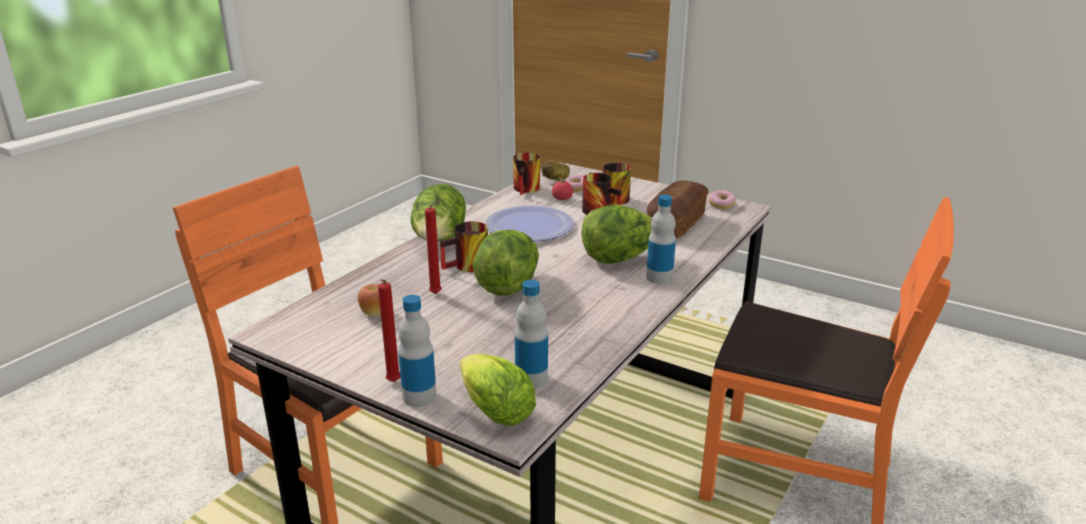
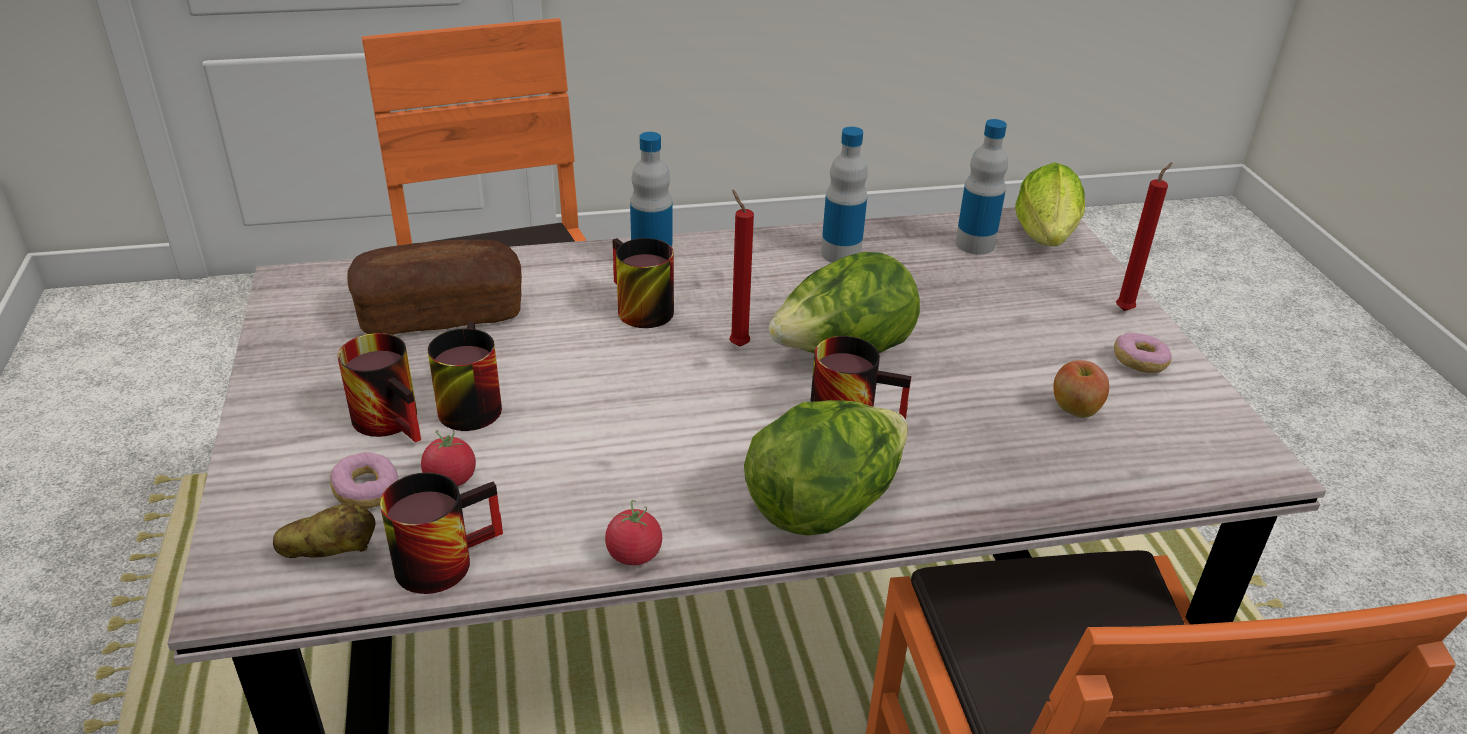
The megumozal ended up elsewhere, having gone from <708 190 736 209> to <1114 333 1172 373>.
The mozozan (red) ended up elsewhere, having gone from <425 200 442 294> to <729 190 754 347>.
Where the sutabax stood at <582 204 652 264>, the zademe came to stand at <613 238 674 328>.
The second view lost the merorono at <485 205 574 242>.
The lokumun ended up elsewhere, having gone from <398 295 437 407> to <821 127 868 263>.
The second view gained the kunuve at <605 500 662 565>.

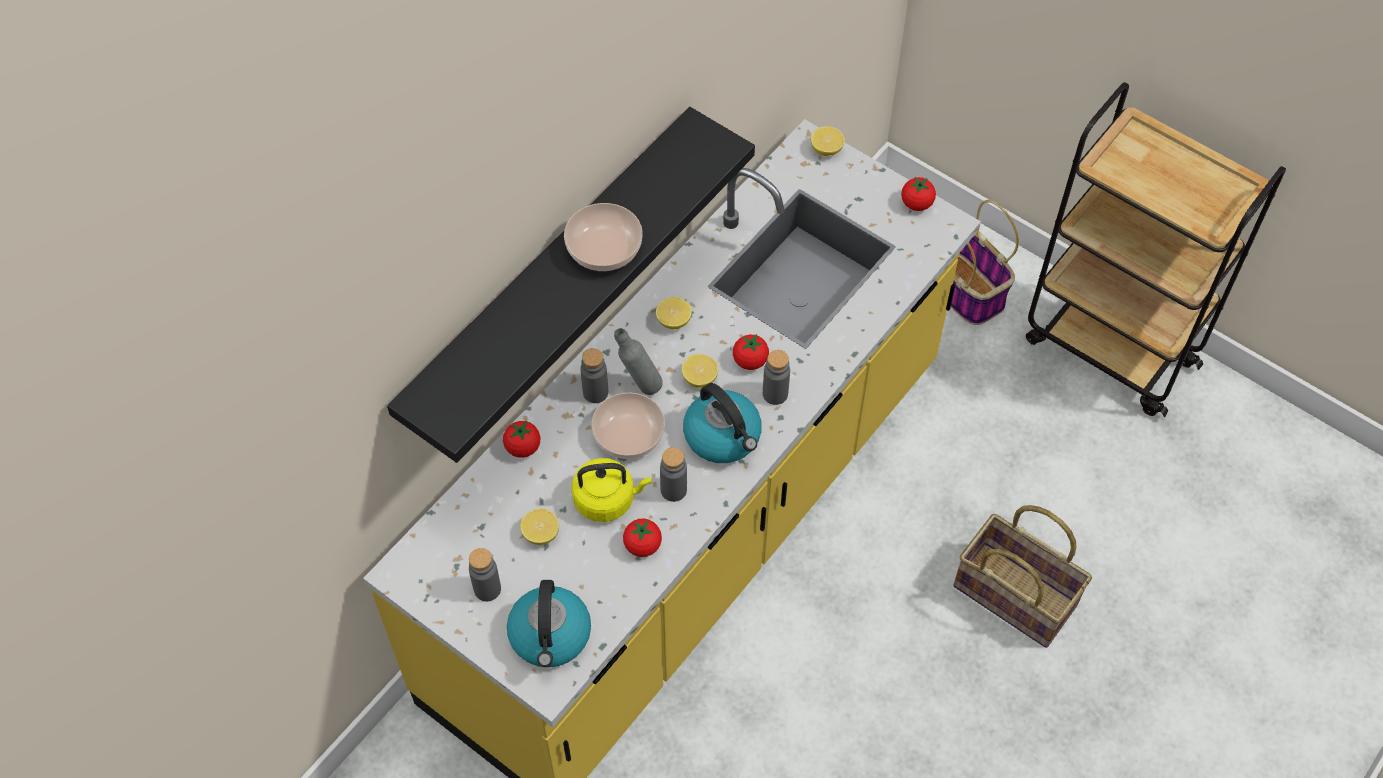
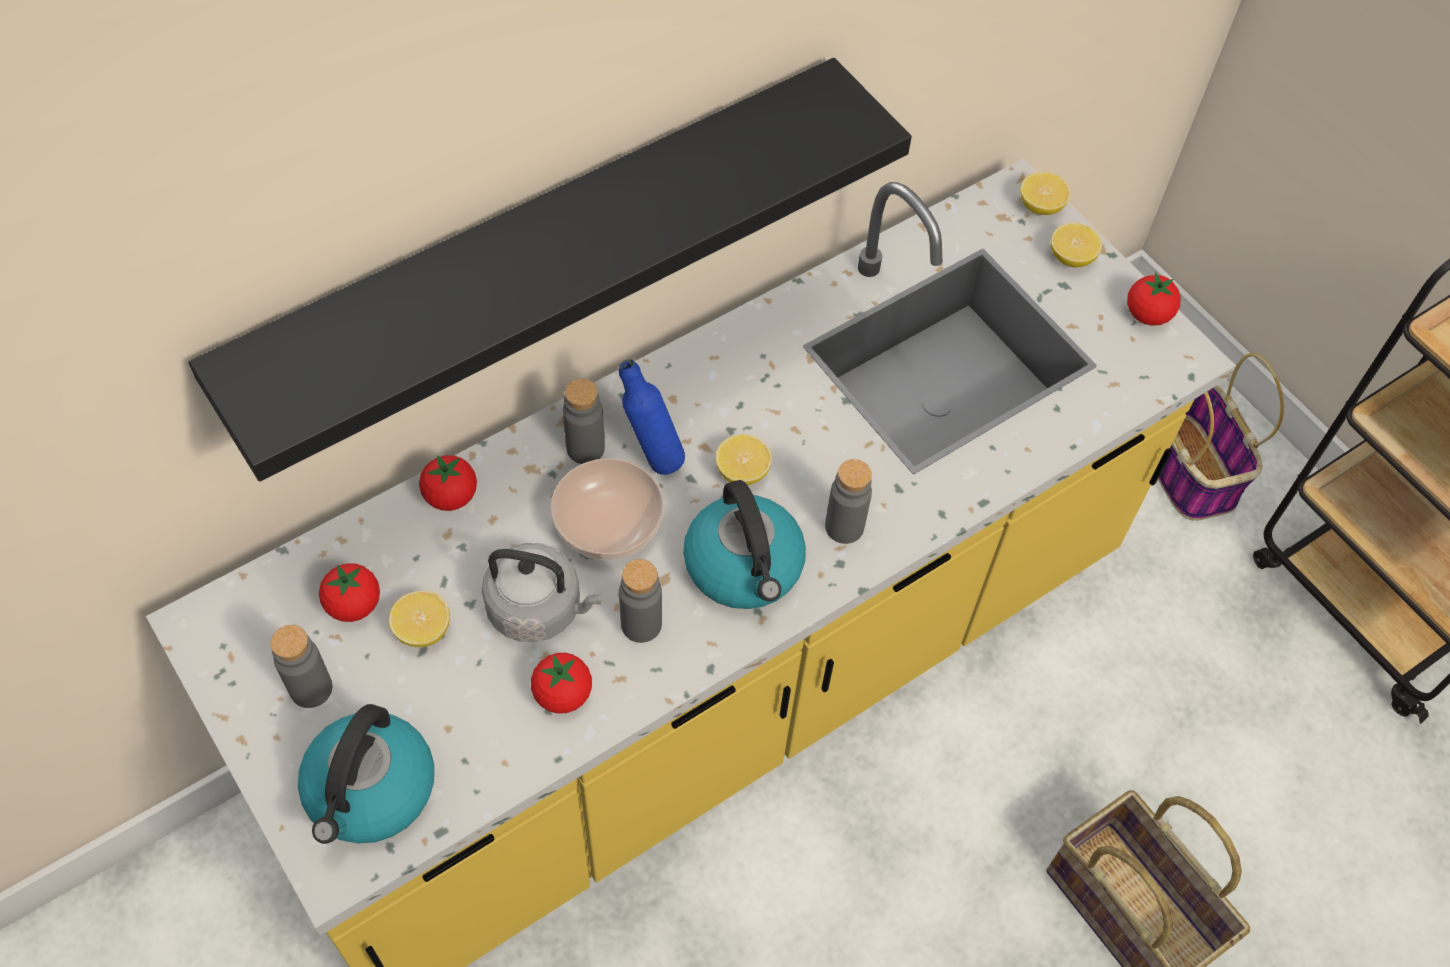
The second view lost the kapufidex at <564 203 643 271>.
The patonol ended up elsewhere, having gone from <656 297 692 329> to <1051 223 1102 267>.
What was the lokumun (grey) at <614 328 663 395> turned into the lokumun (blue) at <619 359 685 475>.
The kunuve ended up elsewhere, having gone from <733 334 769 370> to <319 563 380 622>.
What was the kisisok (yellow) at <572 458 652 522> turned into the kisisok (grey) at <482 543 602 642>.

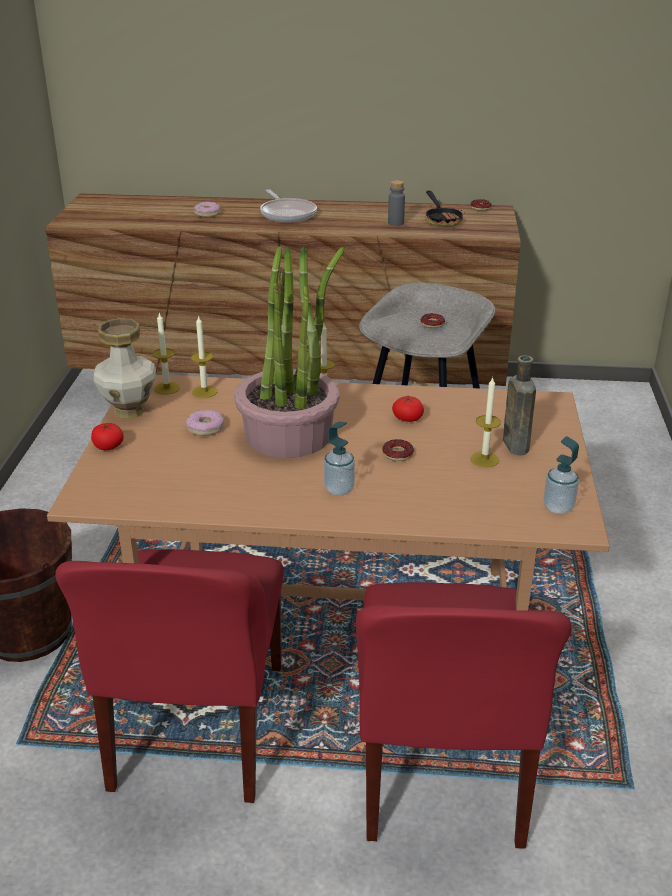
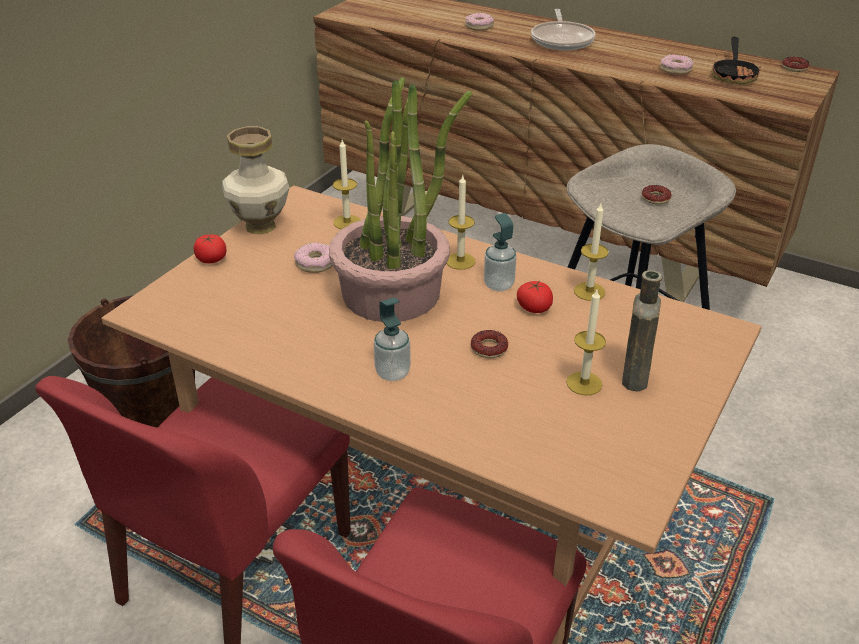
Where the lokumun (grey) stood at <388 180 405 226>, the megumozal came to stand at <660 54 694 75>.
The mozozan ended up elsewhere, having gone from <152 312 180 395> to <574 204 609 301>.
The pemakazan ended up elsewhere, having gone from <543 436 579 514> to <484 213 517 292>.

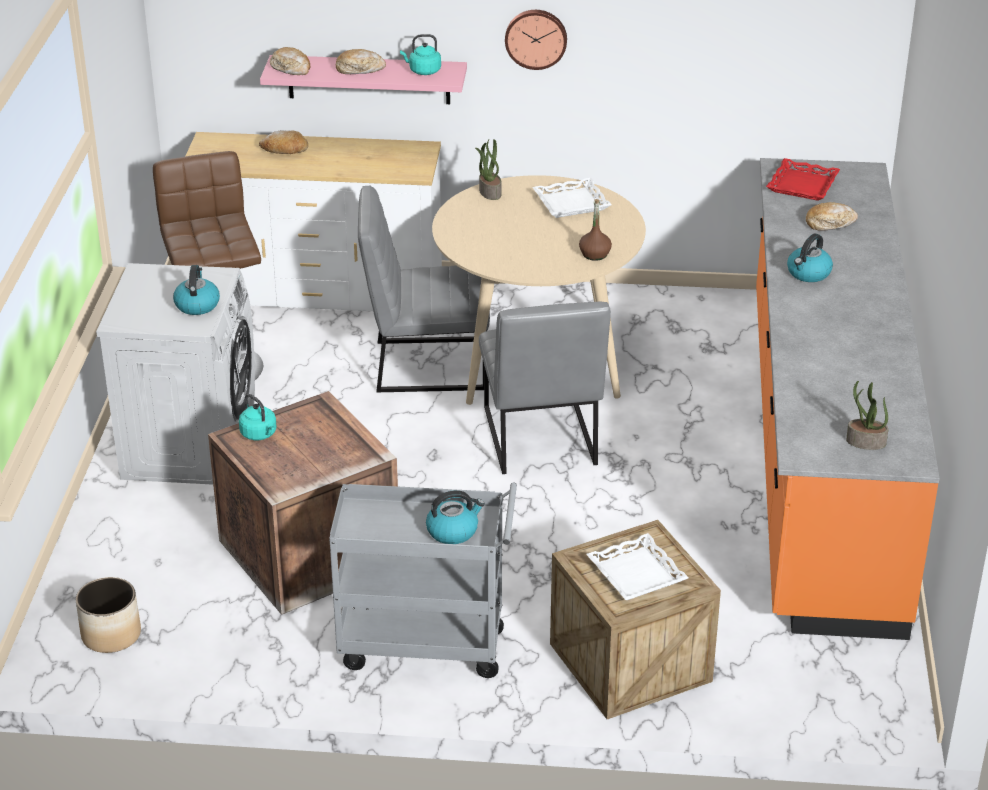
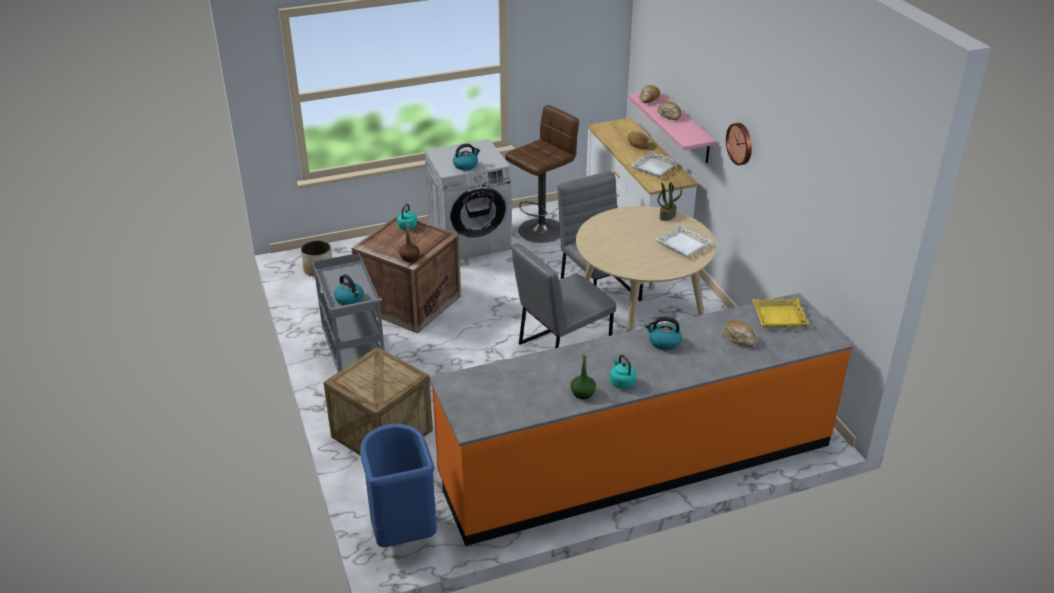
The kisisok (turquoise) ended up elsewhere, having gone from <400 34 441 75> to <610 355 636 389>.
What was the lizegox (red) at <766 158 840 201> turned into the lizegox (yellow) at <752 298 809 327>.
The lokumun (brown) ended up elsewhere, having gone from <579 199 612 261> to <399 224 420 262>.
The second view lost the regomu at <846 381 889 450>.
The lizegox (white) ended up elsewhere, having gone from <586 533 689 600> to <631 151 680 177>.
The second view gained the lokumun (green) at <570 353 596 399>.
The second view gained the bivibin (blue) at <360 423 437 548>.

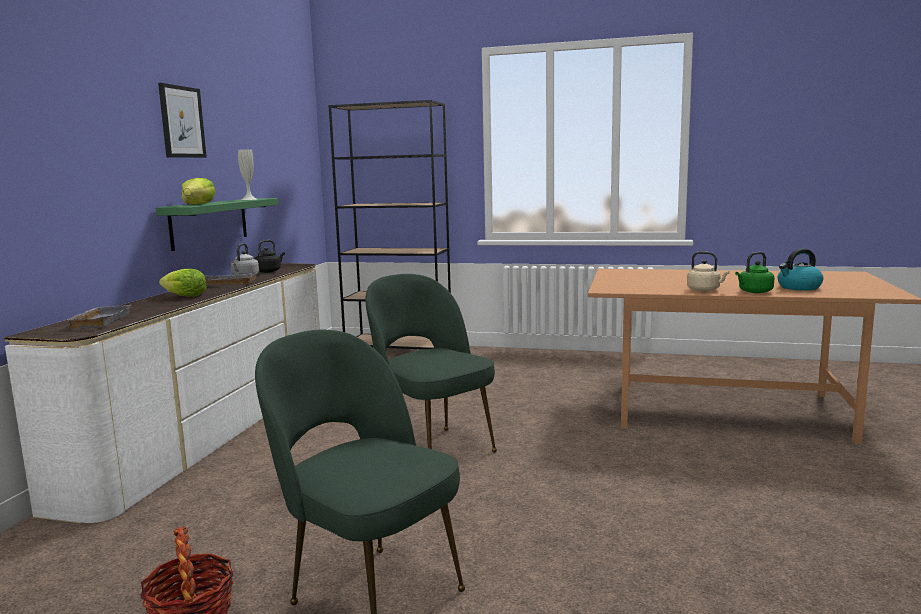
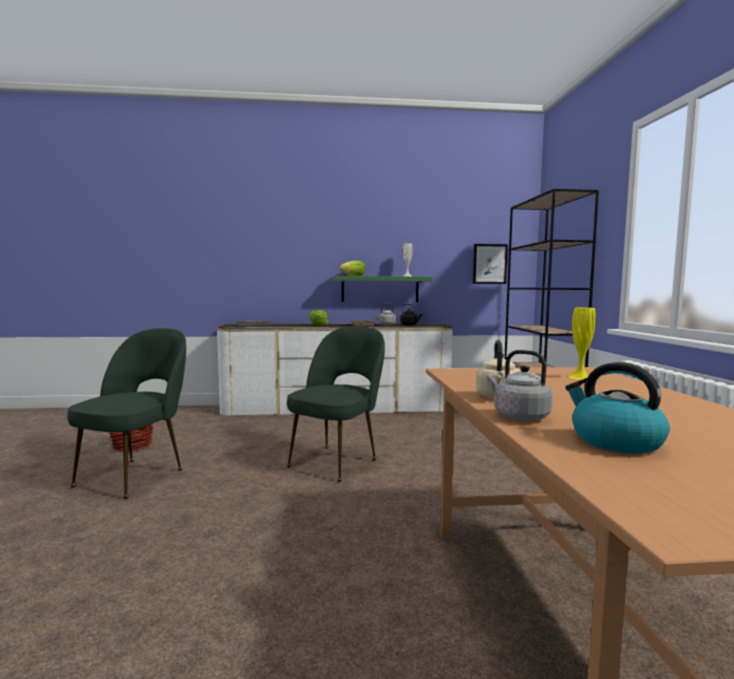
The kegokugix ended up elsewhere, having gone from <158 83 207 158> to <473 244 508 284>.
What was the kisisok (green) at <735 252 774 293> turned into the kisisok (grey) at <487 350 553 421>.
The second view gained the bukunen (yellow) at <568 308 596 380>.

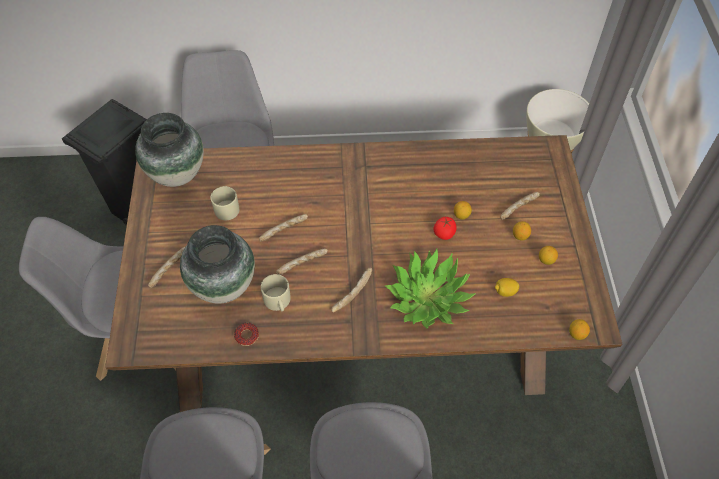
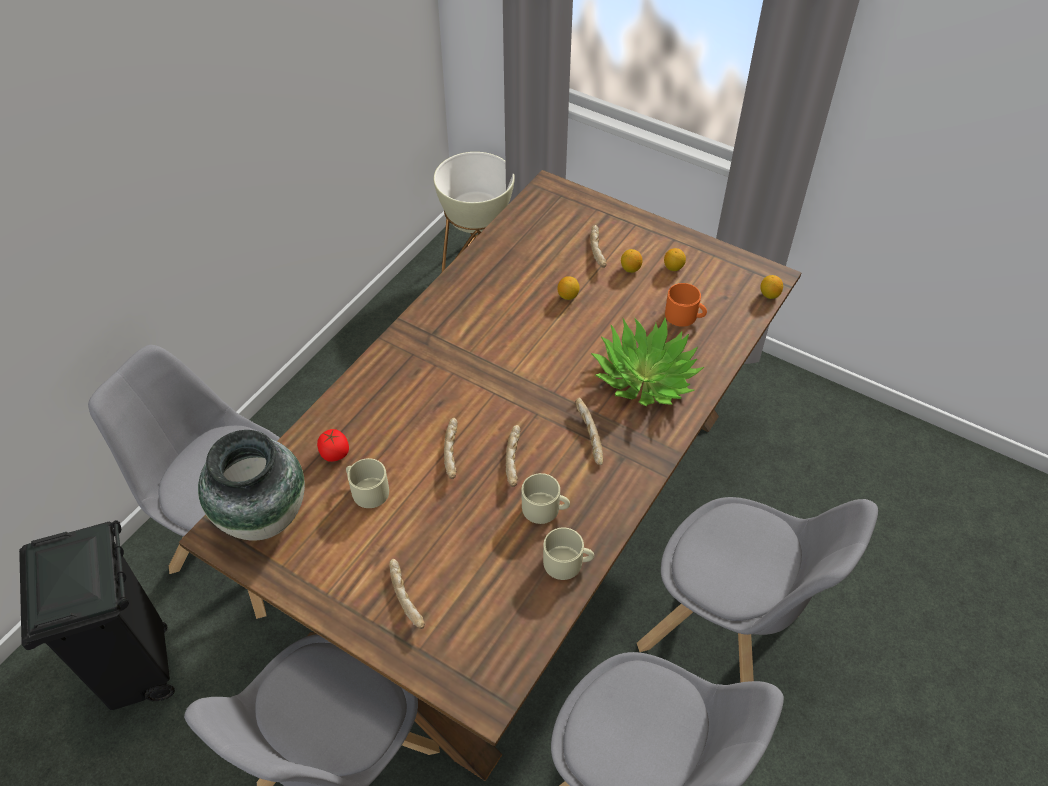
The kunuve ended up elsewhere, having gone from <434 217 457 240> to <317 429 349 462>.
The second view lost the bukunen at <180 225 255 304>.
Where the patonol stood at <495 278 519 297>, the zademe (orange) came to stand at <665 283 707 327>.
Where the megumozal stood at <234 323 259 346>, the zademe (beige) came to stand at <543 528 594 580>.

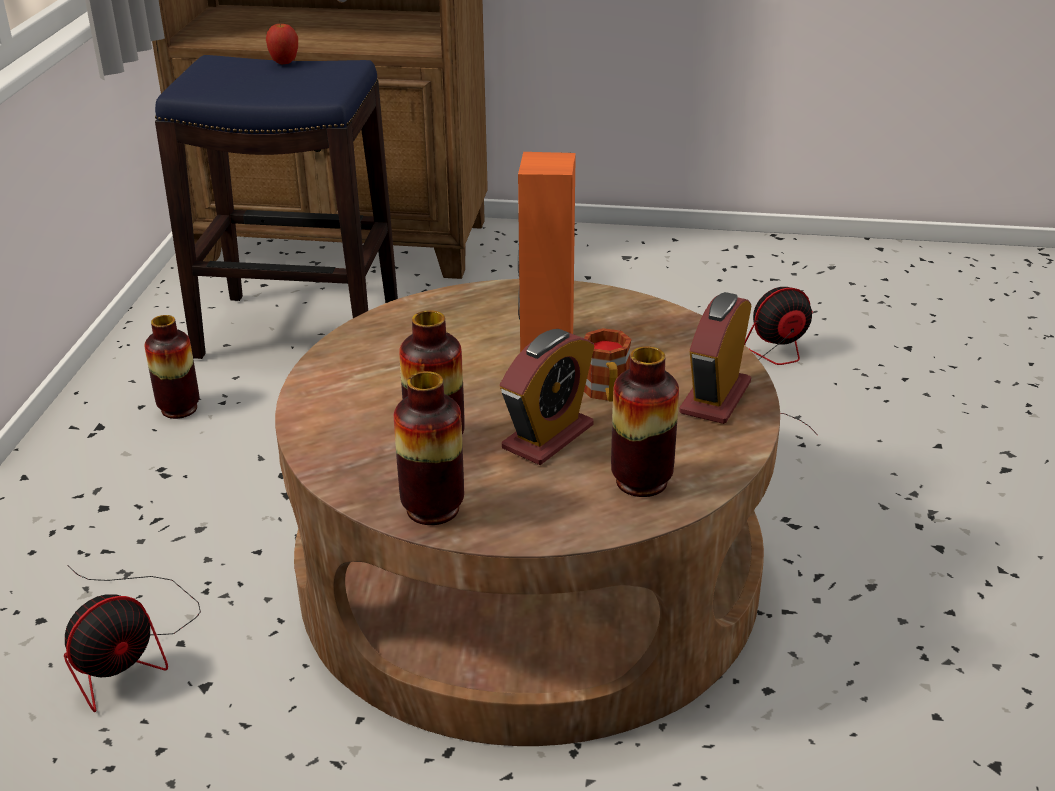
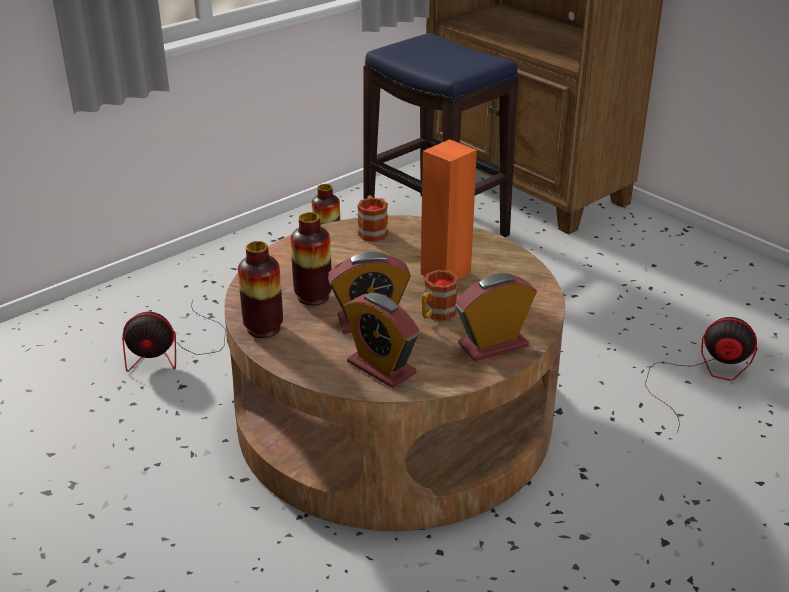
The second view lost the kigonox at <266 21 298 64>.
Where the bukunen stood at <611 346 679 497>, the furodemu came to stand at <344 293 419 388>.
The second view gained the zademe at <357 195 388 242>.

